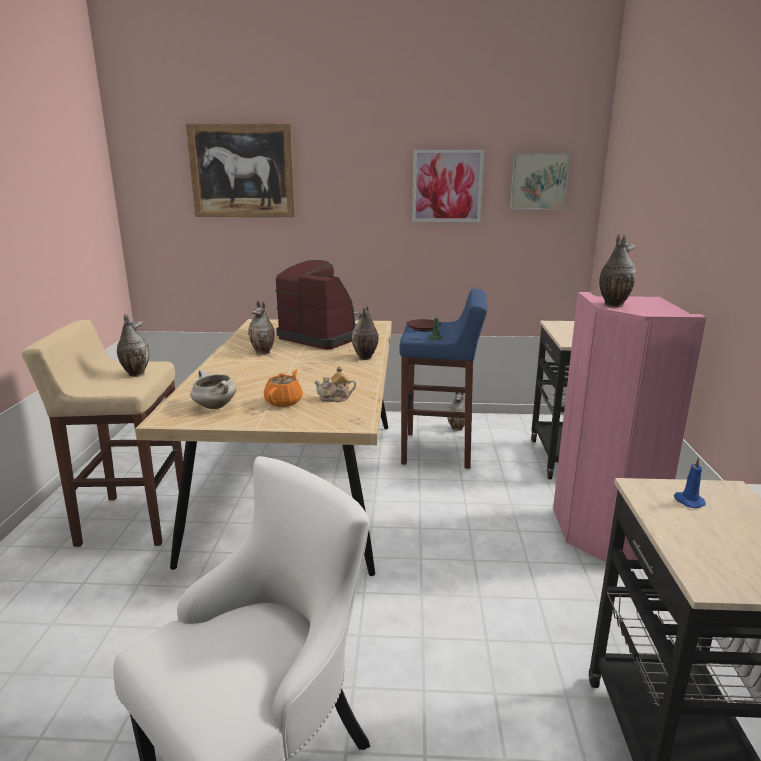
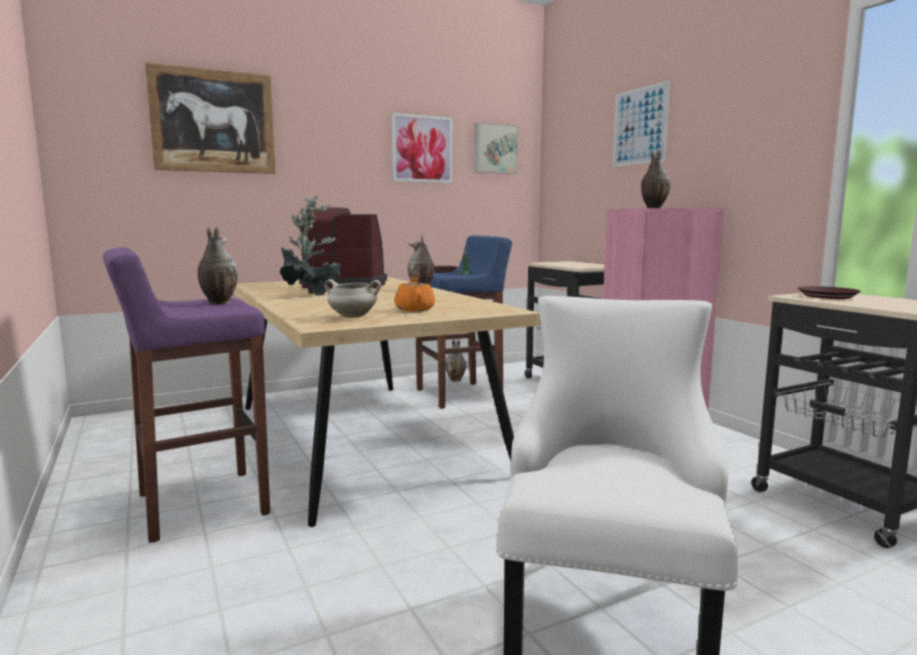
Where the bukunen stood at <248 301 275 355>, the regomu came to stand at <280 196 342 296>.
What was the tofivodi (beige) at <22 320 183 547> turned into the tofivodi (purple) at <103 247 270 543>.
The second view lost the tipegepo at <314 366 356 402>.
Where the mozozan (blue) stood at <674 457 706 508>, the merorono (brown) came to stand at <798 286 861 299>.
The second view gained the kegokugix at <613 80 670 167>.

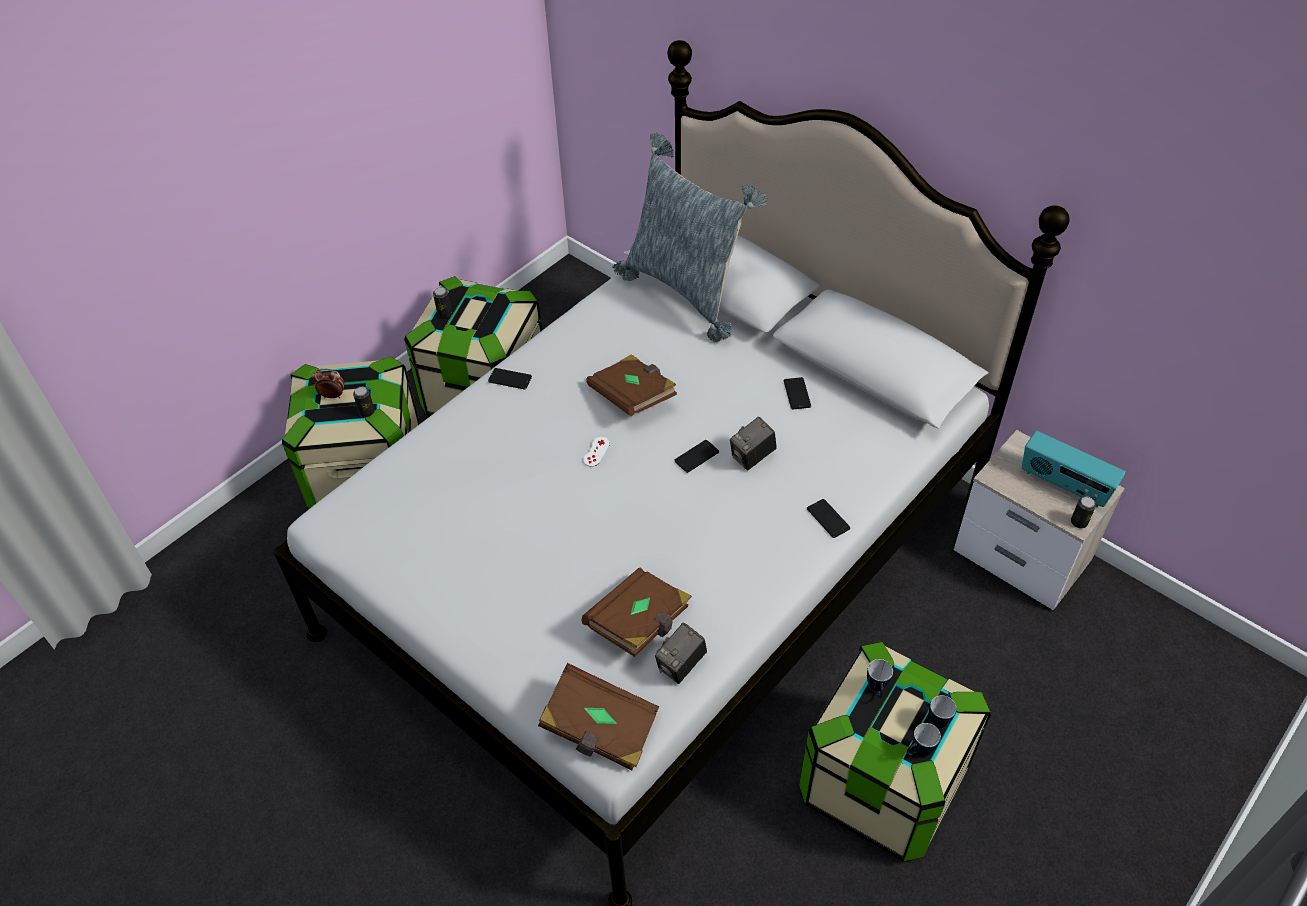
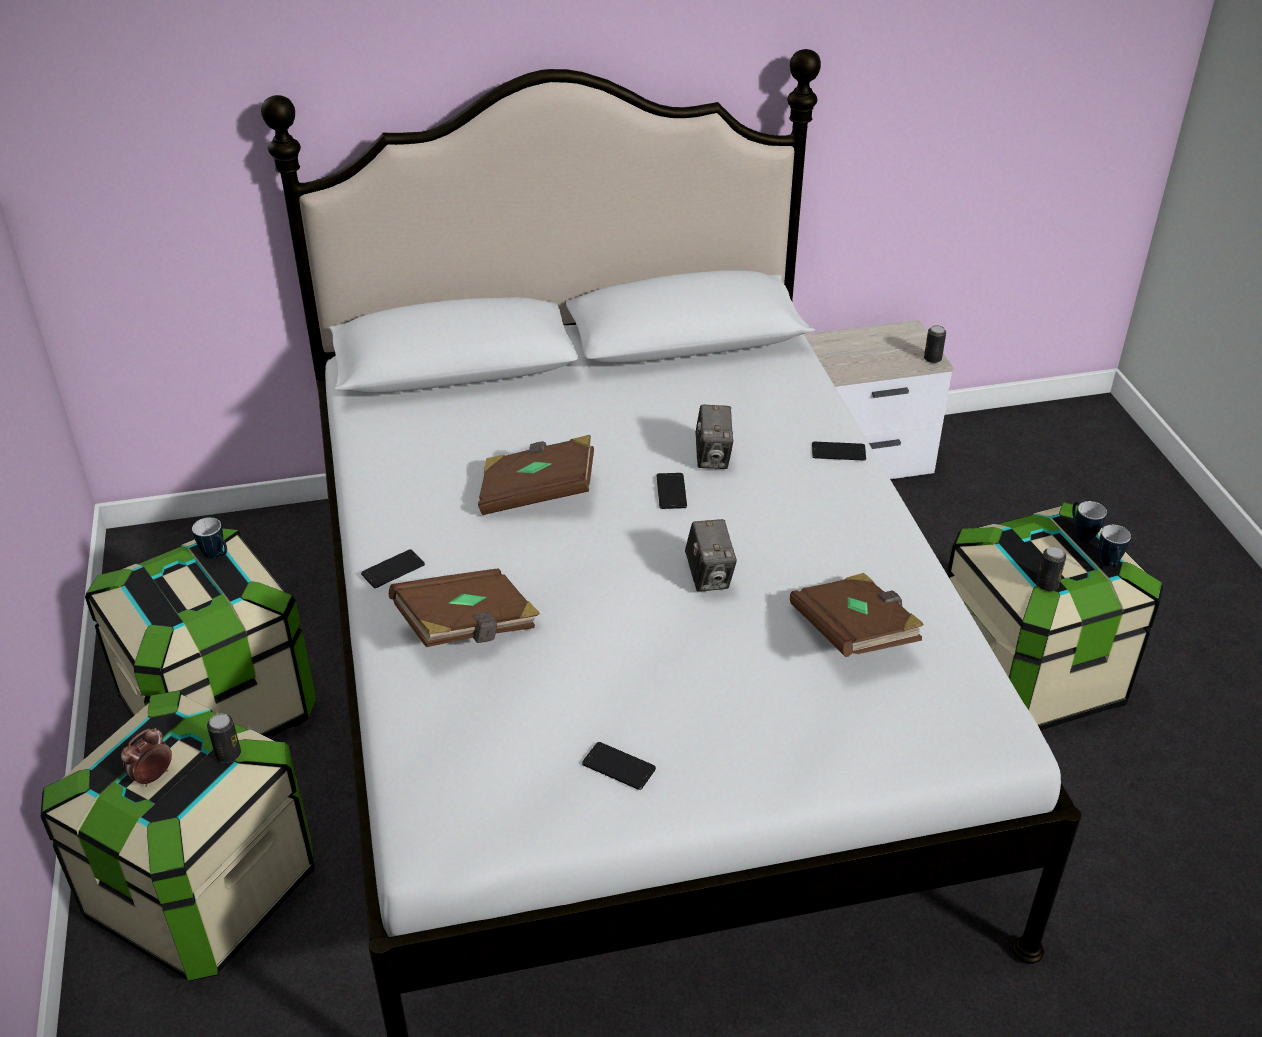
The second view lost the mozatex at <613 132 768 342>.
The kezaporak ended up elsewhere, having gone from <433 287 452 317> to <1036 546 1066 591>.
The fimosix ended up elsewhere, having gone from <784 377 811 409> to <582 742 656 790>.
The second view lost the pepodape at <1022 431 1126 507>.
The second view lost the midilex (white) at <583 437 610 467>.
The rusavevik ended up elsewhere, having gone from <655 623 707 684> to <685 519 737 592>.
The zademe ended up elsewhere, having gone from <867 659 893 698> to <192 517 227 559>.
The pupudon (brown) ended up elsewhere, having gone from <538 663 659 771> to <389 568 540 647>.

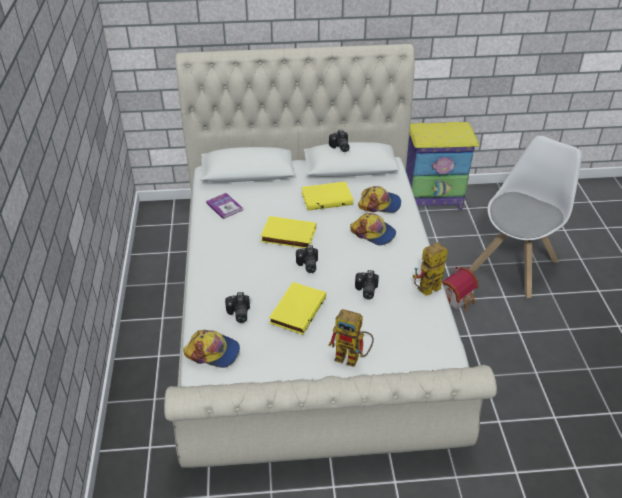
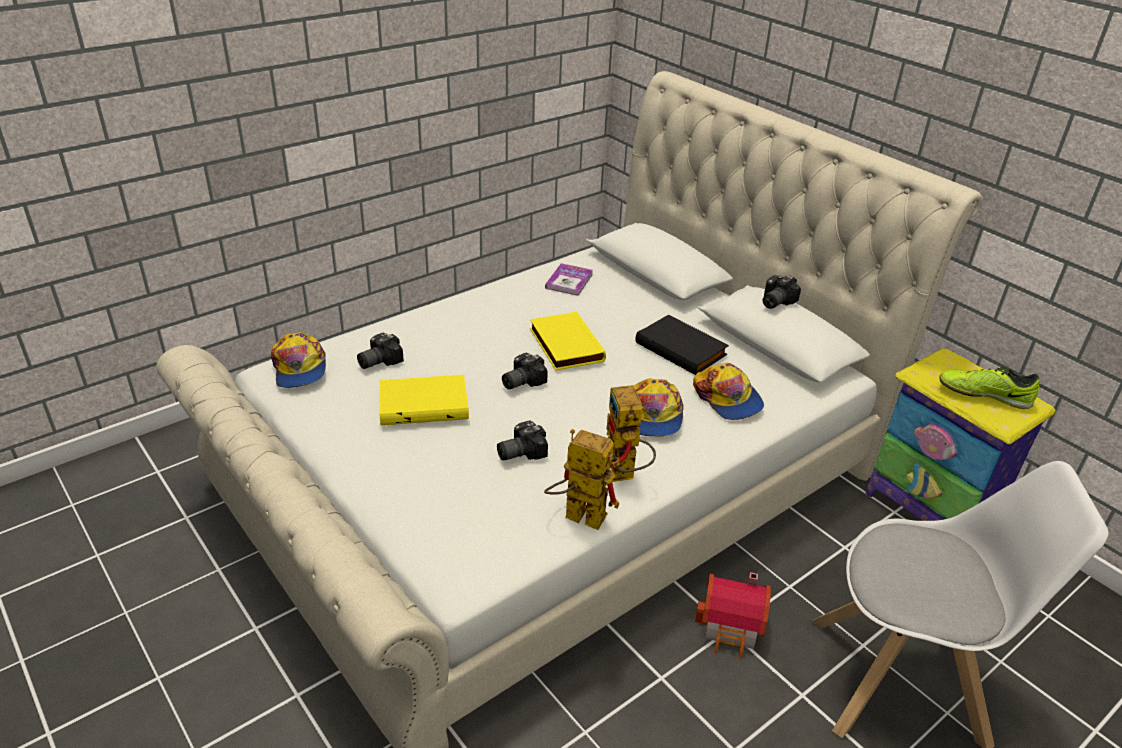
What was the pupudon (yellow) at <301 181 353 211> turned into the pupudon (black) at <635 315 729 375>.
The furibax ended up elsewhere, having gone from <328 309 374 367> to <607 385 656 482>.
The second view gained the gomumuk at <939 367 1040 409>.

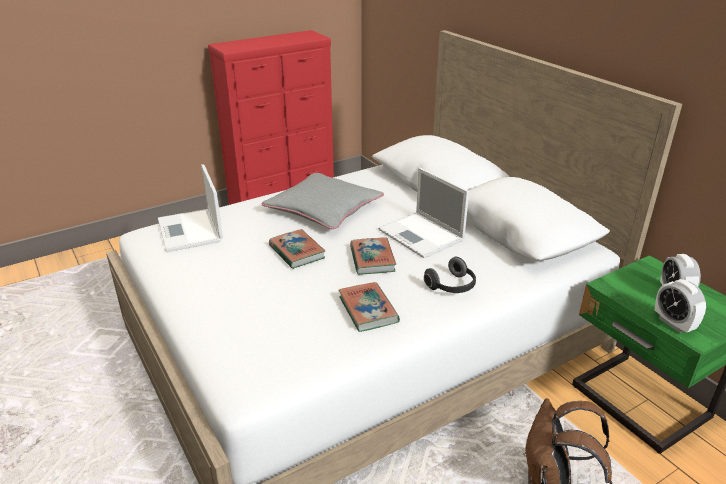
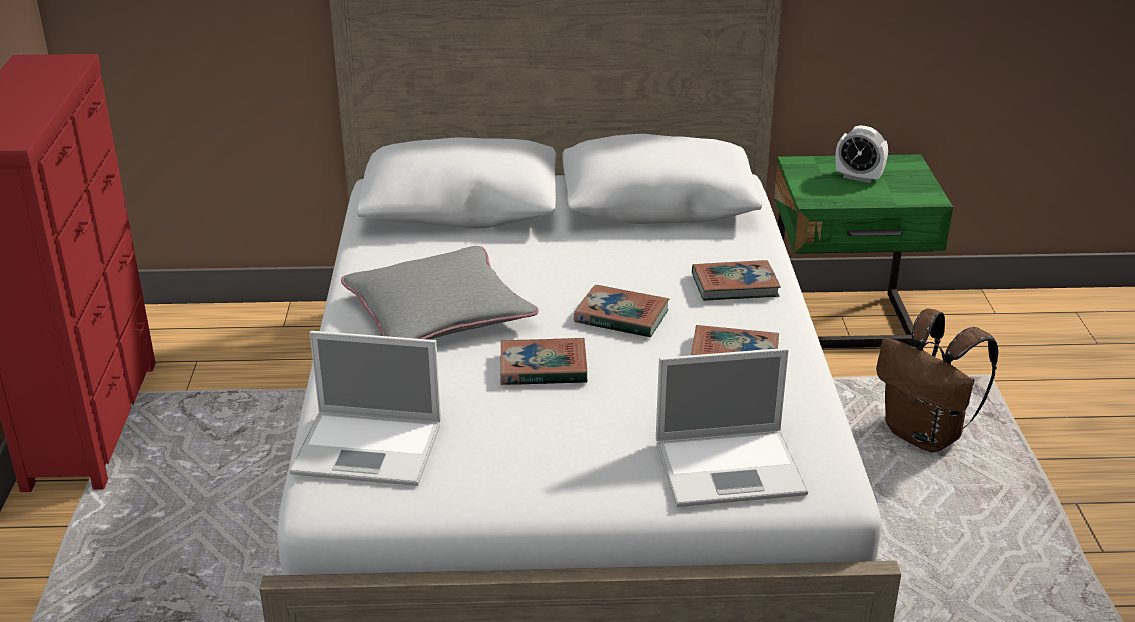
The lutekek ended up elsewhere, having gone from <378 168 469 258> to <656 348 808 507>.
Where the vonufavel stood at <424 257 476 293>, the pupudon came to stand at <692 260 781 301>.
The second view lost the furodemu at <654 279 706 333>.

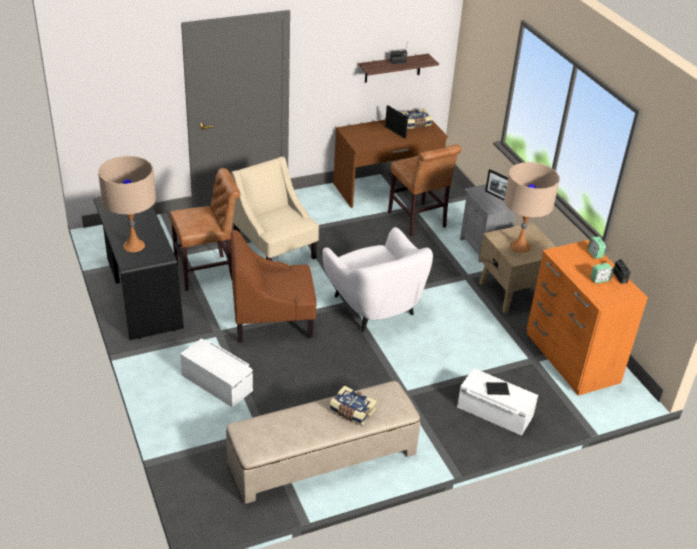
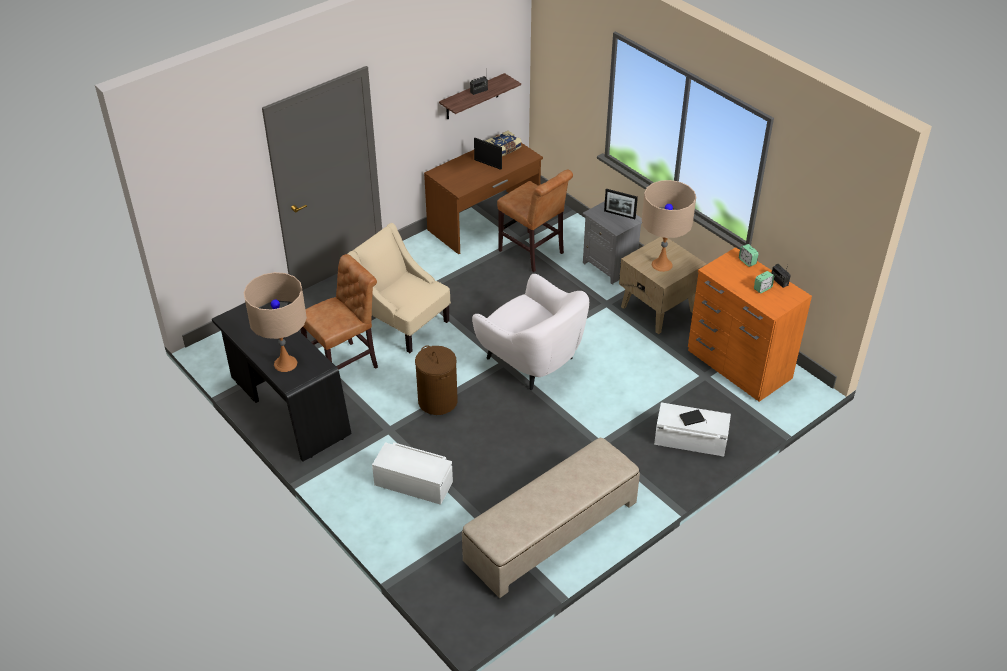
Where the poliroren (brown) stood at <231 230 317 343>, the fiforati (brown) came to stand at <415 346 458 415>.
The second view lost the pupudon at <330 385 377 426>.

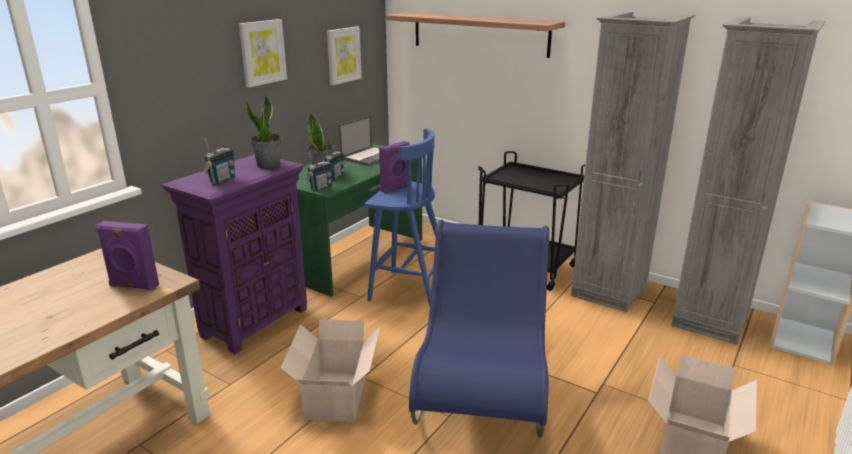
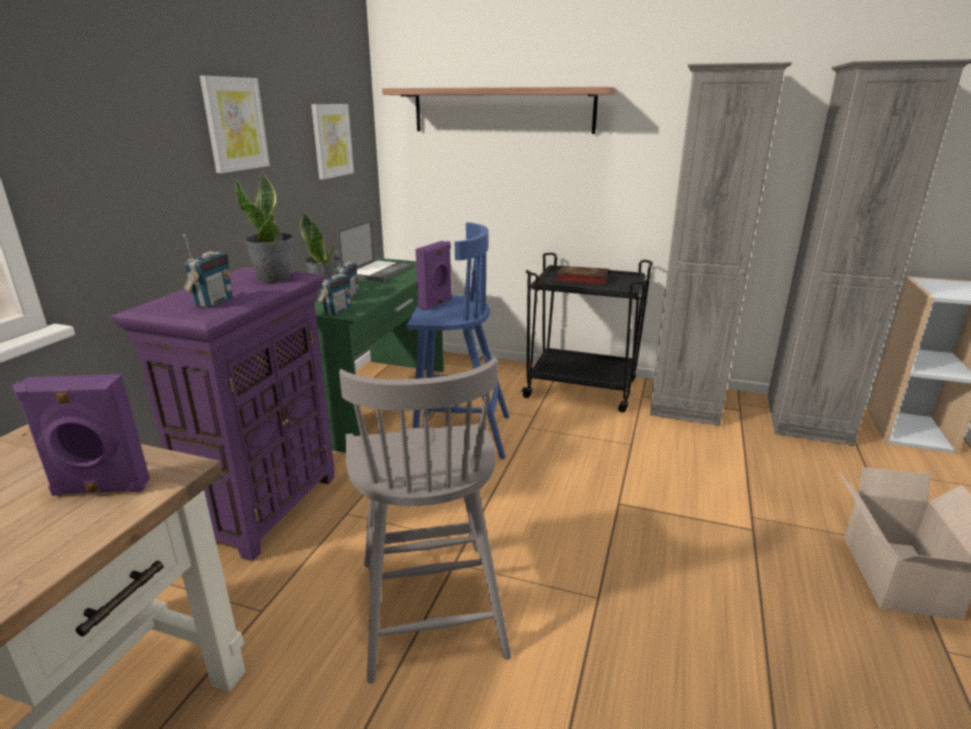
The second view lost the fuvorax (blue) at <409 219 549 438>.
Where the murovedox stood at <281 319 380 422>, the fuvorax (grey) came to stand at <339 357 511 684>.
The second view gained the pupudon at <555 266 610 285>.

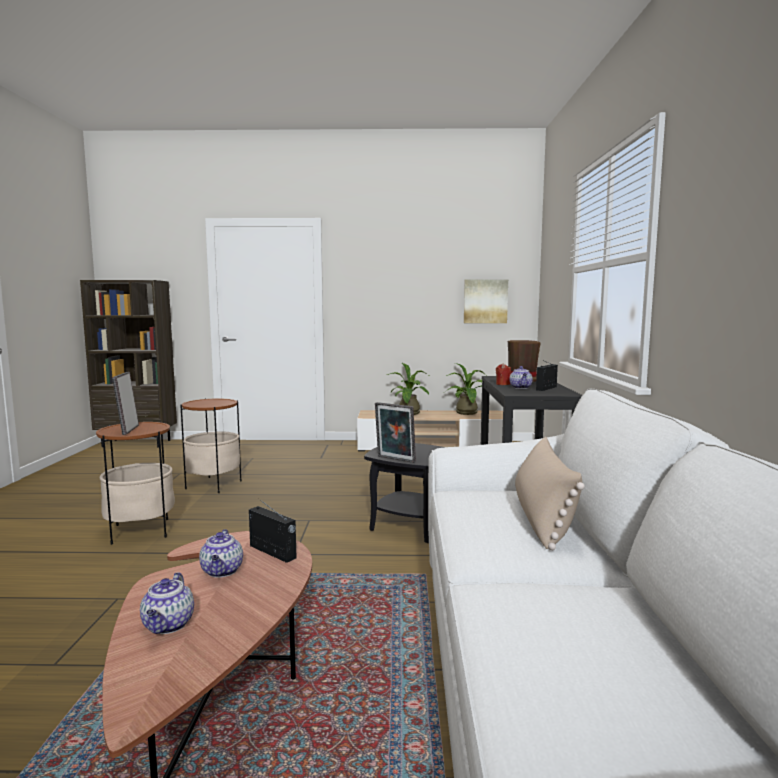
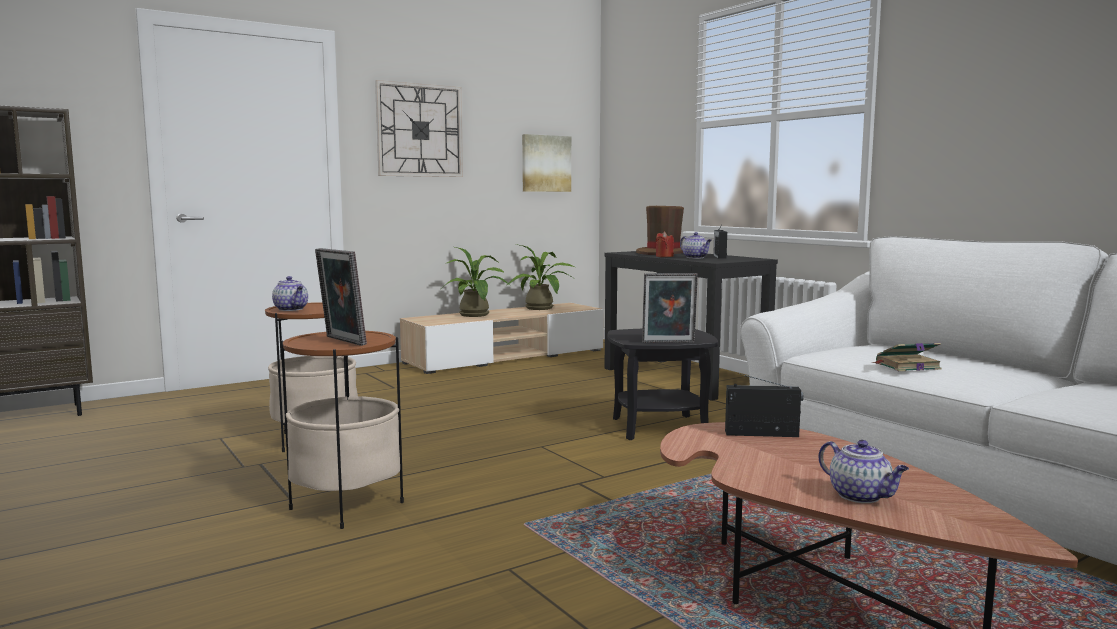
The second view lost the mozatex (beige) at <515 437 585 550>.
The tipegepo ended up elsewhere, having gone from <199 529 243 578> to <272 276 308 311>.
The second view gained the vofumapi at <375 80 463 177>.
The second view gained the pupudon at <872 343 942 371>.

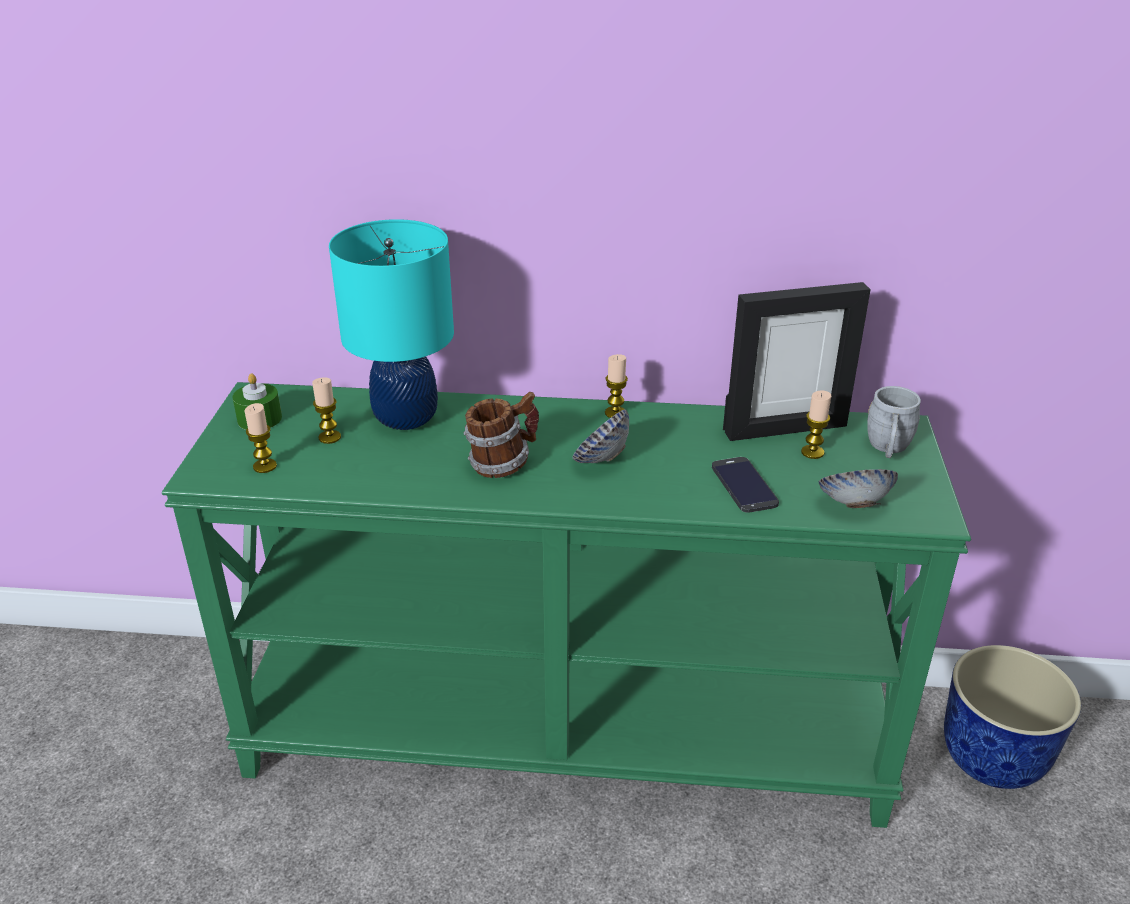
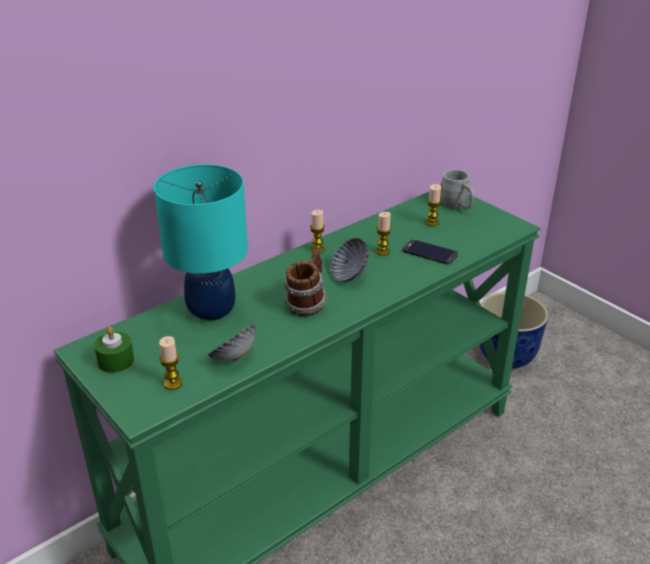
The second view lost the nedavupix at <723 282 871 441>.
The mozozan ended up elsewhere, having gone from <312 377 341 444> to <376 212 392 256>.
The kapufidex ended up elsewhere, having gone from <818 469 898 508> to <208 324 256 361>.

